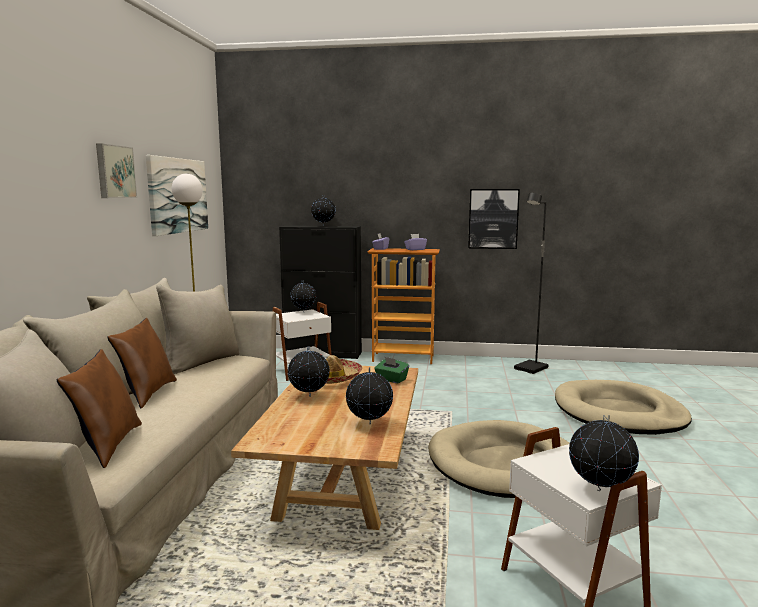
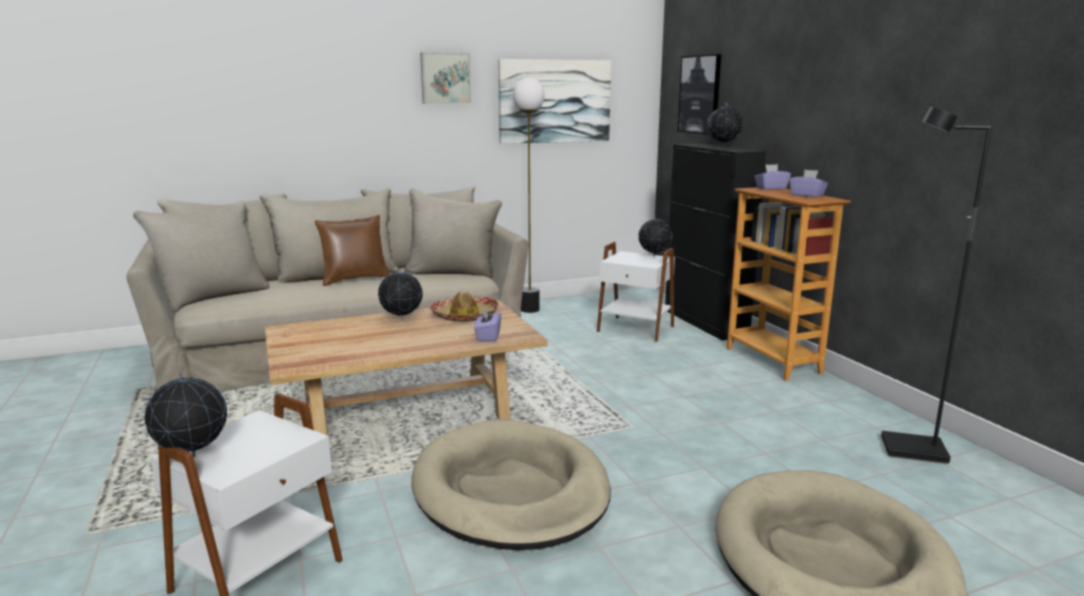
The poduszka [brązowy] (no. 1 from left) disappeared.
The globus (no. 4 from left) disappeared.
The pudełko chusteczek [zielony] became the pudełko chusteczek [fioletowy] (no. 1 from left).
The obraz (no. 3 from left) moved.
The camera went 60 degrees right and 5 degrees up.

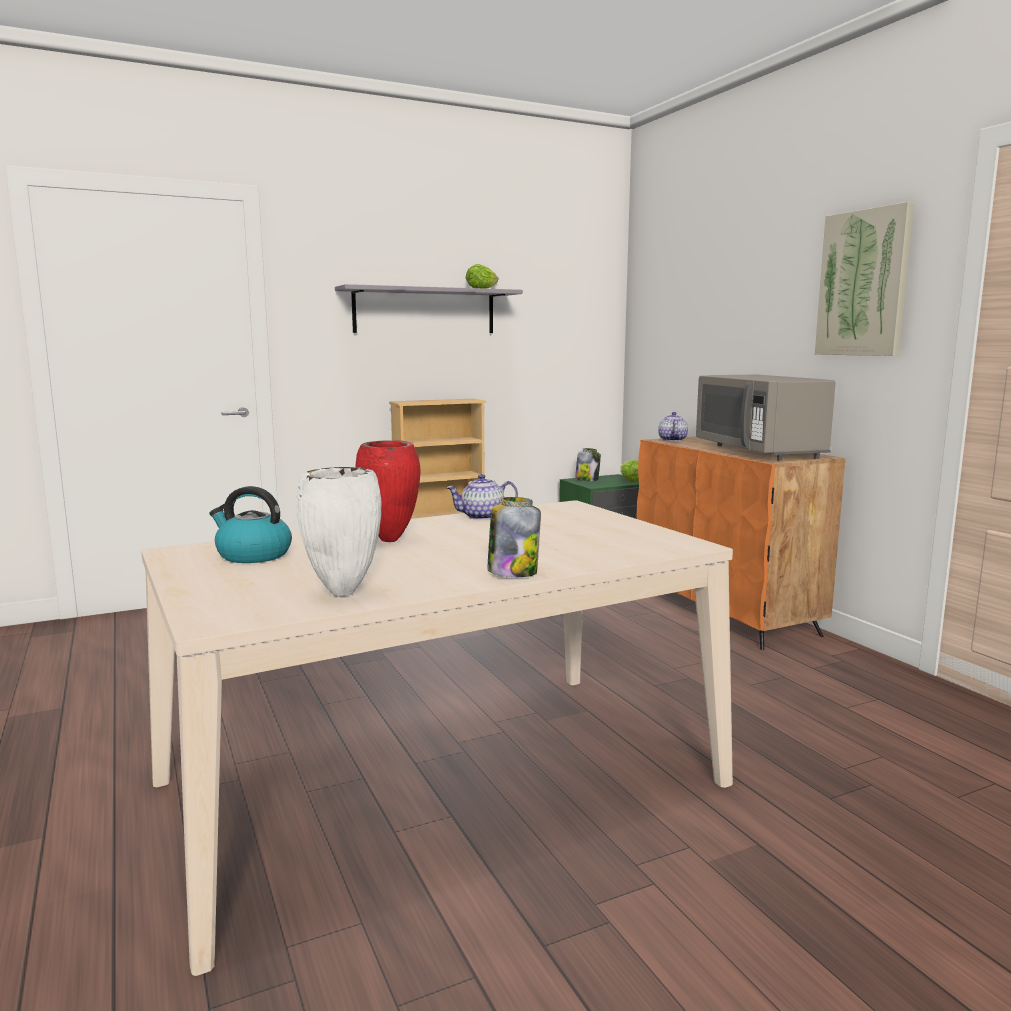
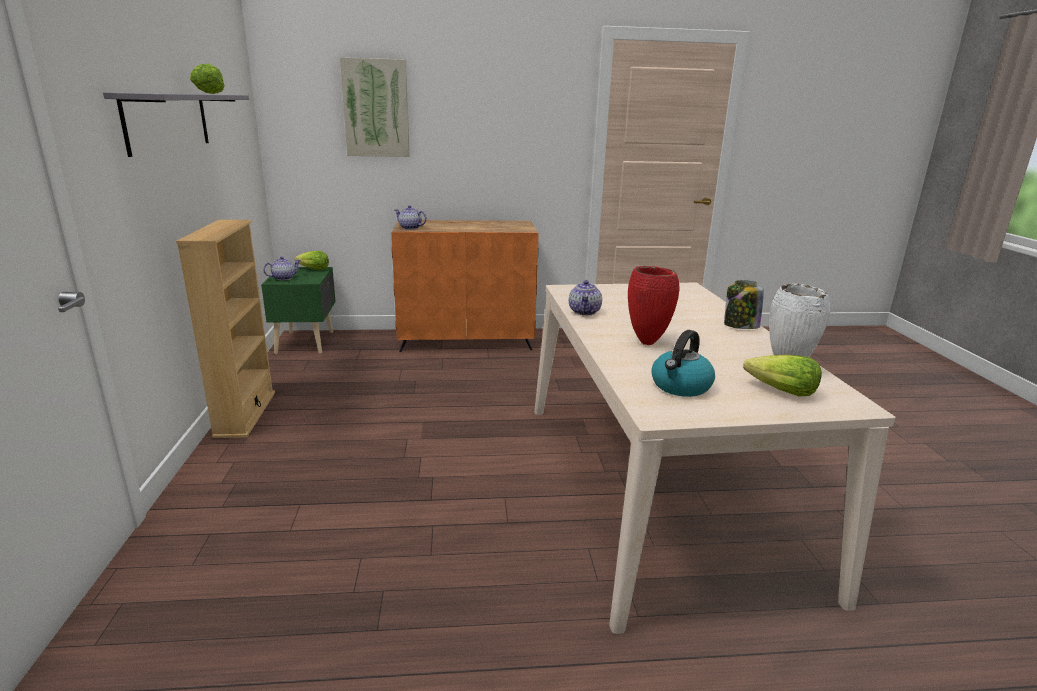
The słoik (no. 2 from left) was replaced by the imbryk (no. 1 from left).
The mikrofalówka [szary] disappeared.
The obraz moved.
The sałata (no. 3 from left) appeared.
The camera went 70 degrees left and 10 degrees up.

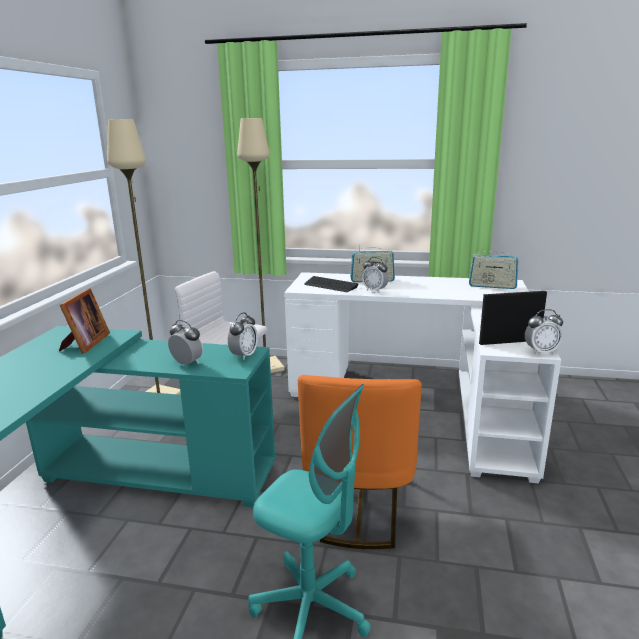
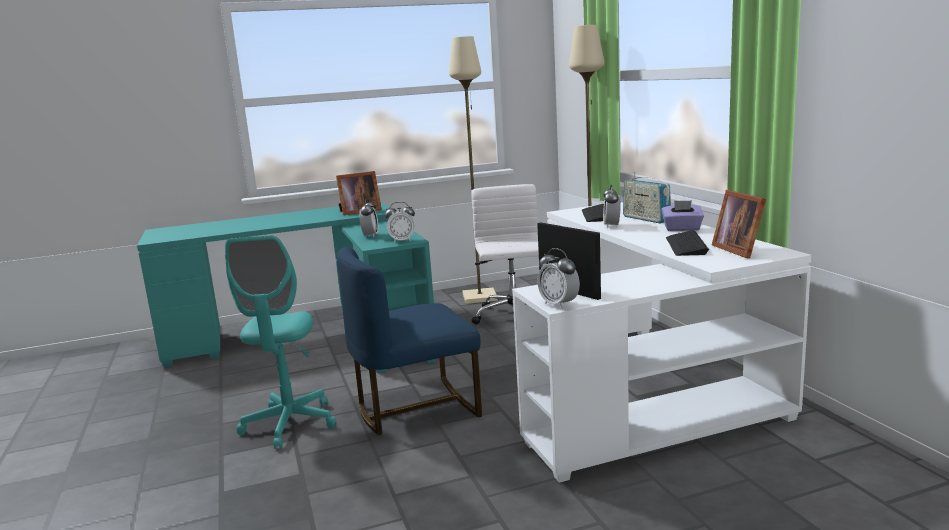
The krzesło [pomarańczowy] became the krzesło [niebieski].
The radio (no. 2 from left) was replaced by the ramka na zdjęcie (no. 3 from left).
The pudełko chusteczek [fioletowy] appeared.
The klawiatura (no. 2 from left) appeared.
The camera went 60 degrees right and 5 degrees down.

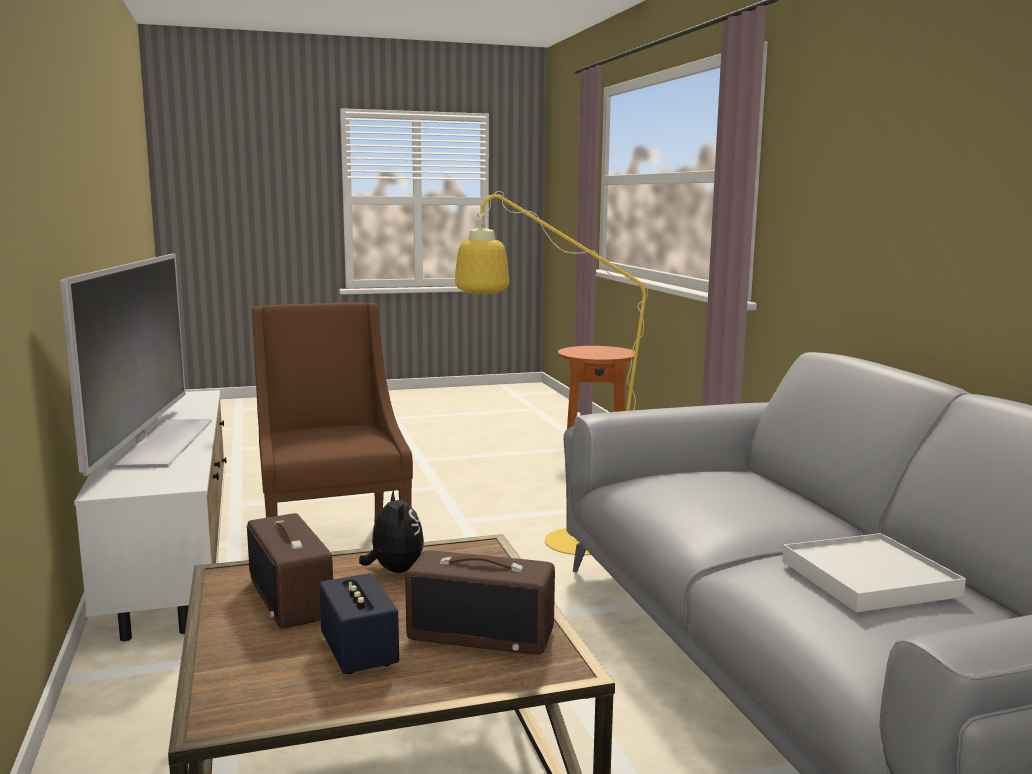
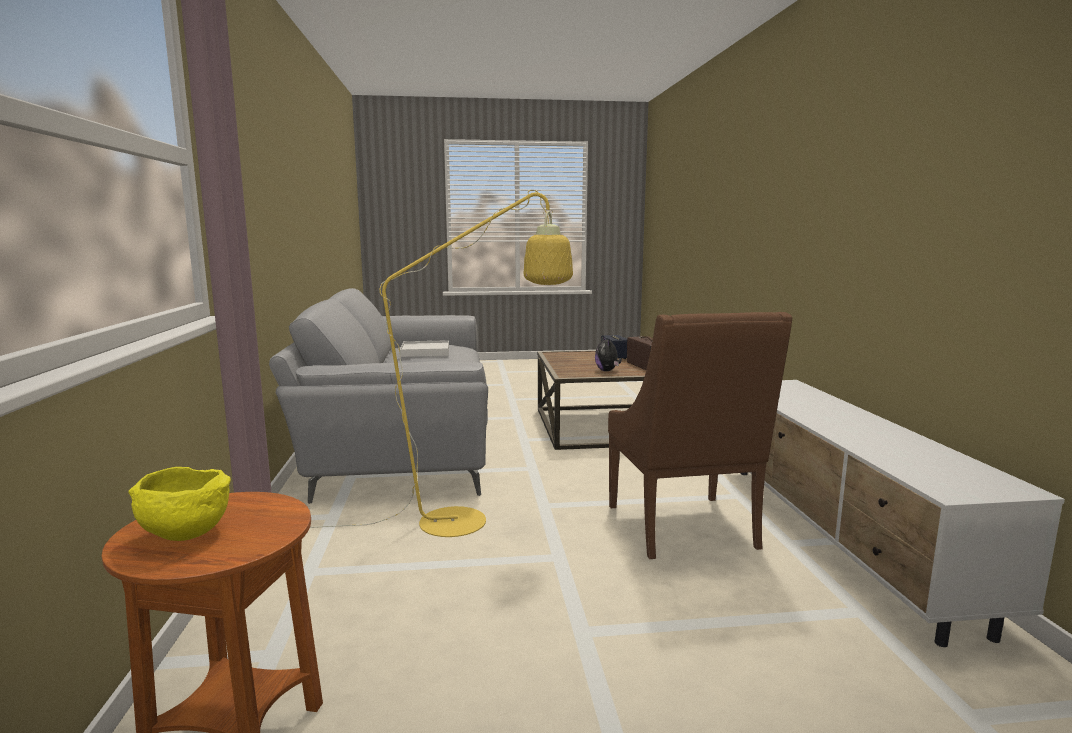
The telewizor disappeared.
The radio (no. 2 from left) disappeared.
The miska [żółty] appeared.
The camera went 170 degrees left and 0 degrees up.

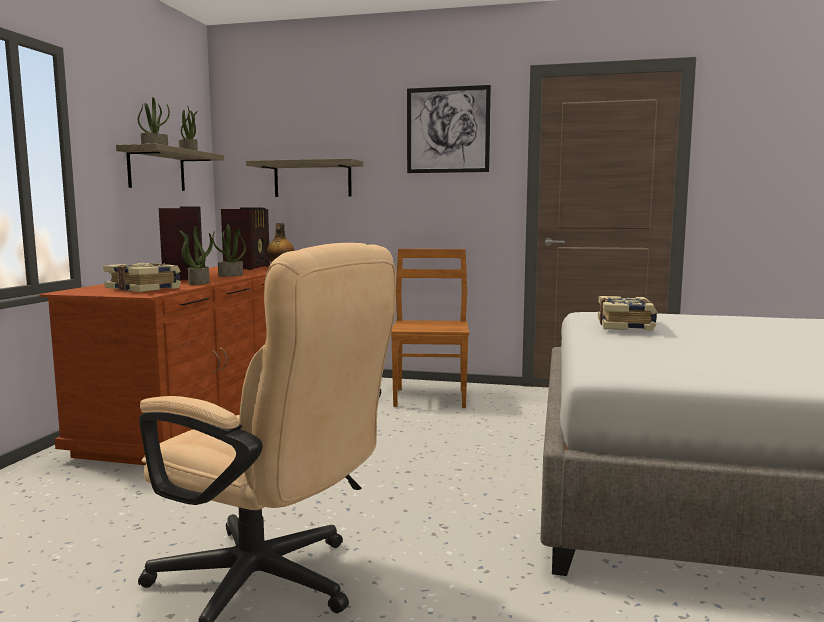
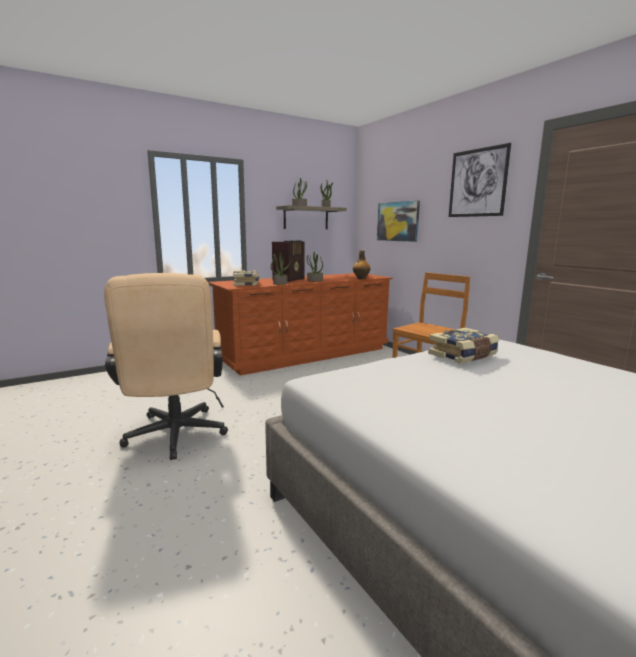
The radio (no. 2 from left) disappeared.
The półka (no. 2 from left) was replaced by the obraz (no. 1 from left).
The camera went 45 degrees right and 5 degrees up.

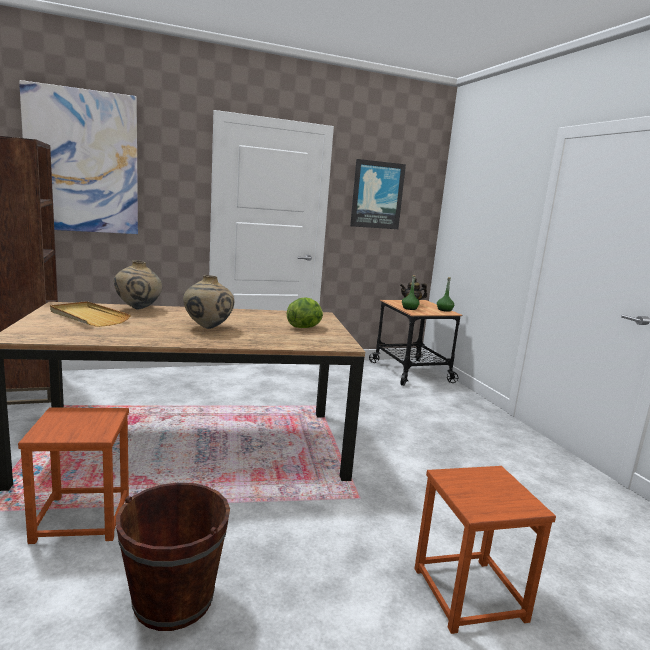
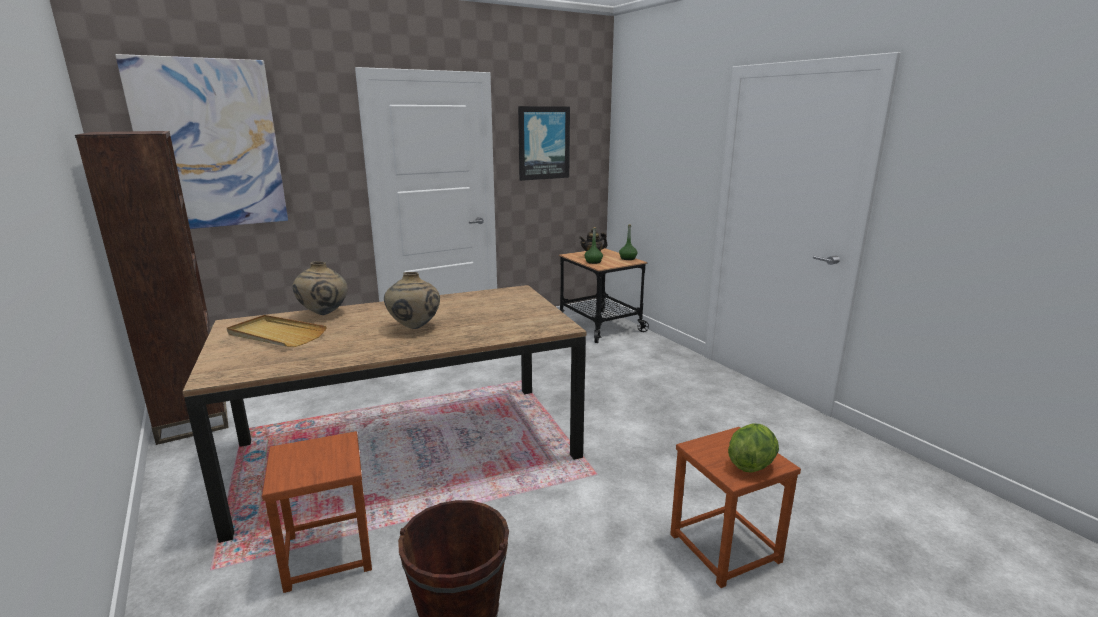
The sałata moved.
The camera went 10 degrees left and 5 degrees up.

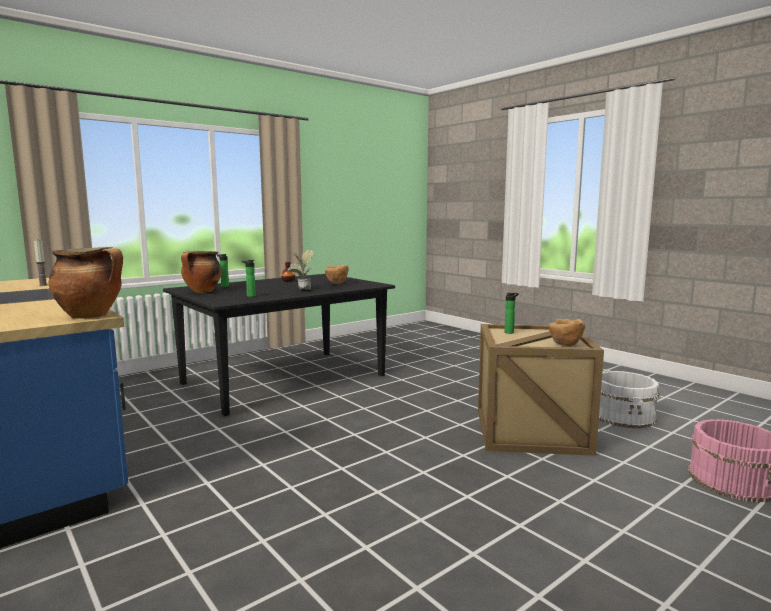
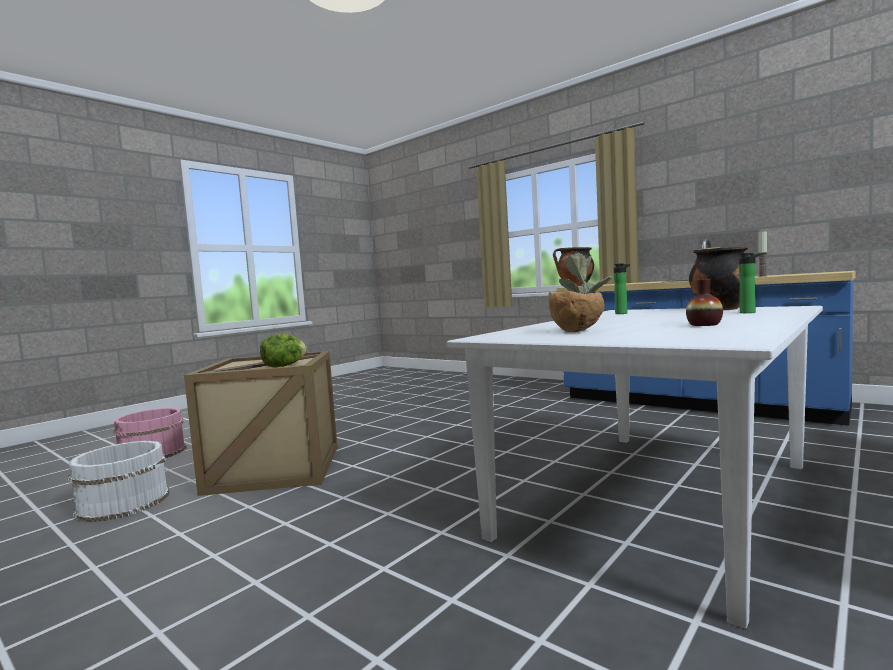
The stół jadalny [czarny] became the stół jadalny [biały].
The butelka (no. 3 from left) was replaced by the sałata.
The miska [brązowy] (no. 2 from left) disappeared.
The camera went 170 degrees right and 5 degrees down.

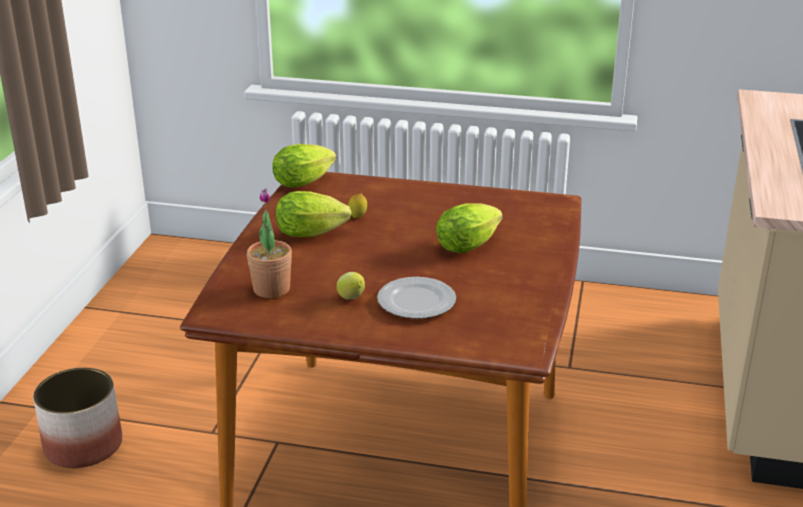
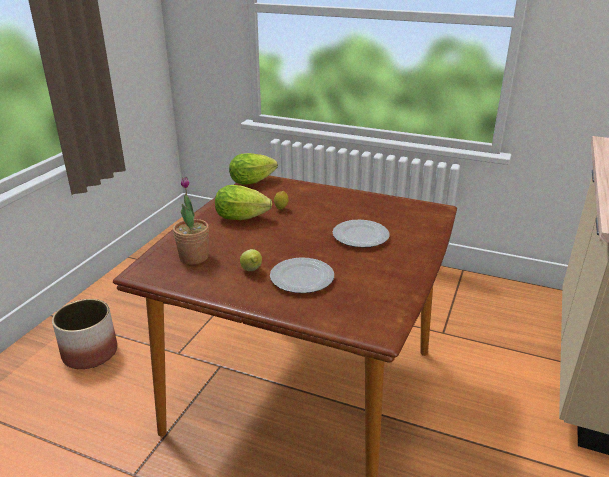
The sałata (no. 3 from left) was replaced by the talerz (no. 2 from left).
The camera went 10 degrees right and 0 degrees up.

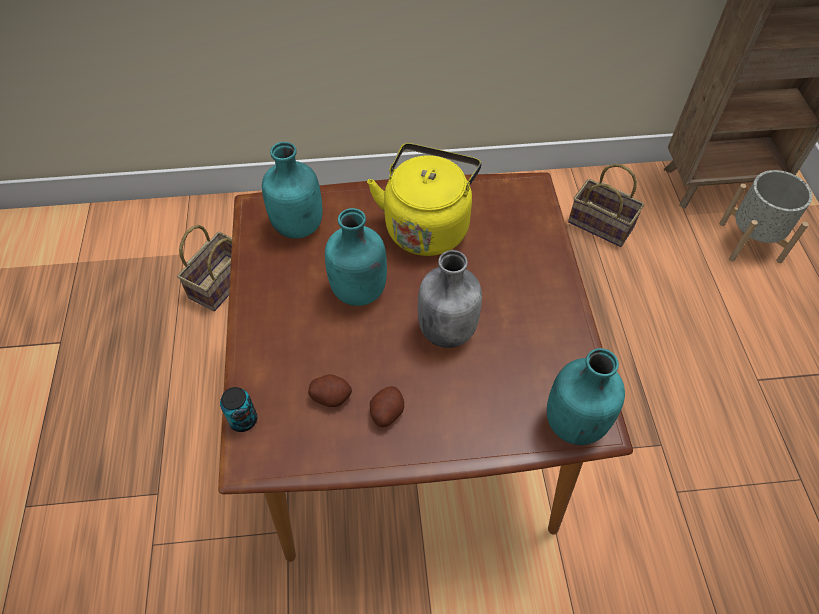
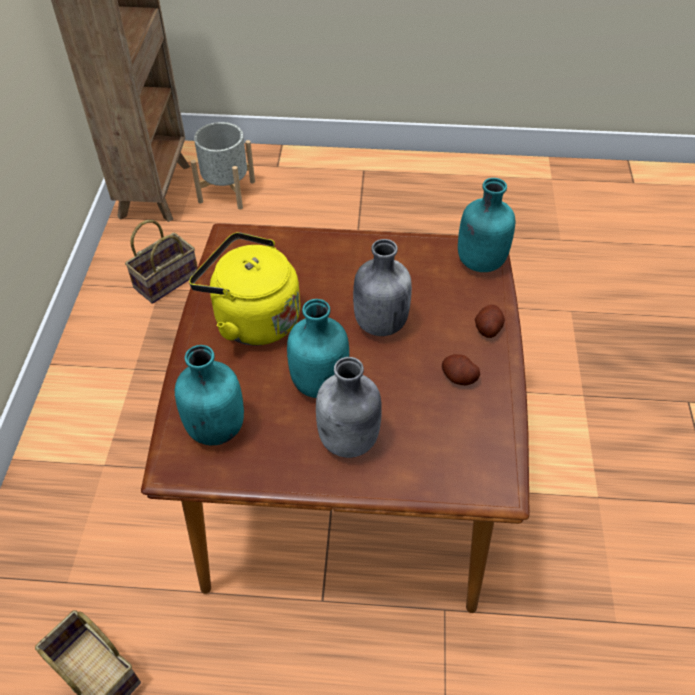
The puszka disappeared.
The ziemniak (no. 1 from left in the first image) moved.
The butelka [szary] (no. 1 from left) appeared.
The camera went 80 degrees left and 5 degrees down.

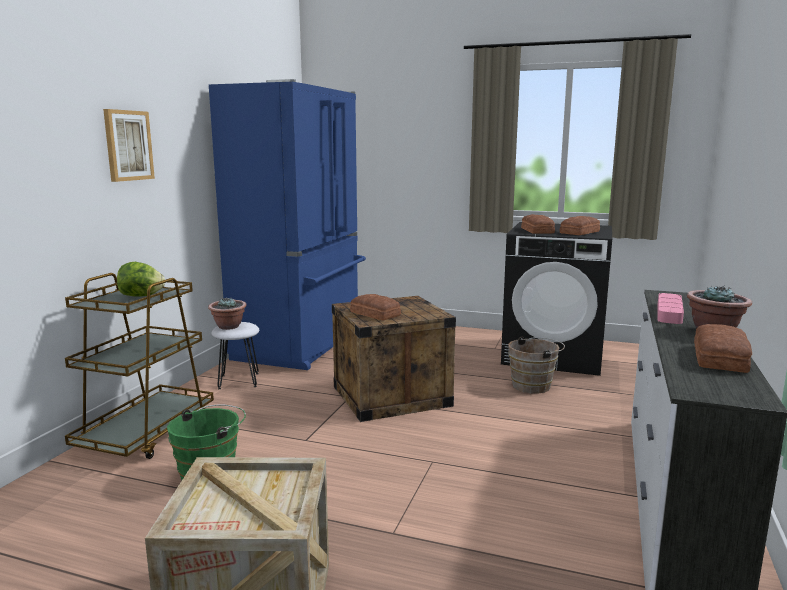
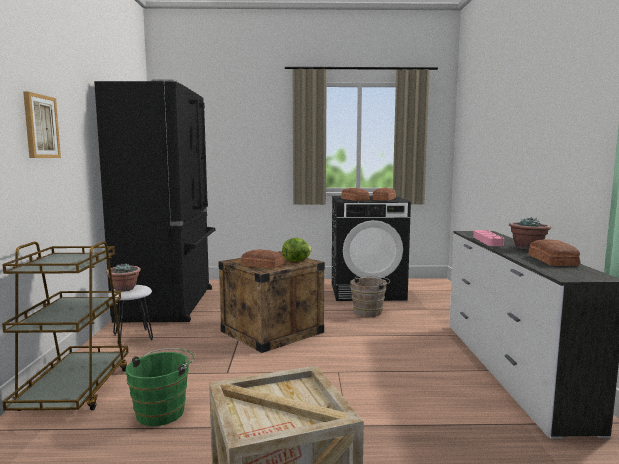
The sałata moved.
The lodówka [niebieski] became the lodówka [czarny].
The camera went 20 degrees left and 5 degrees down.

